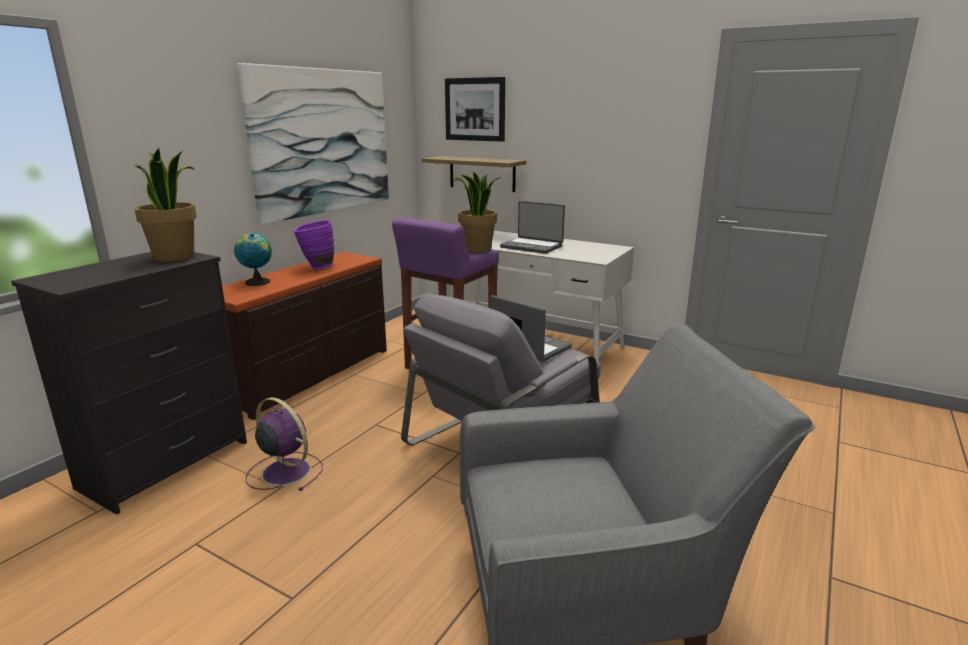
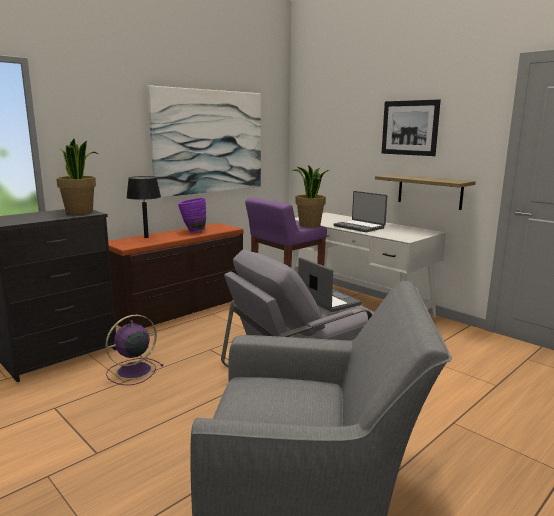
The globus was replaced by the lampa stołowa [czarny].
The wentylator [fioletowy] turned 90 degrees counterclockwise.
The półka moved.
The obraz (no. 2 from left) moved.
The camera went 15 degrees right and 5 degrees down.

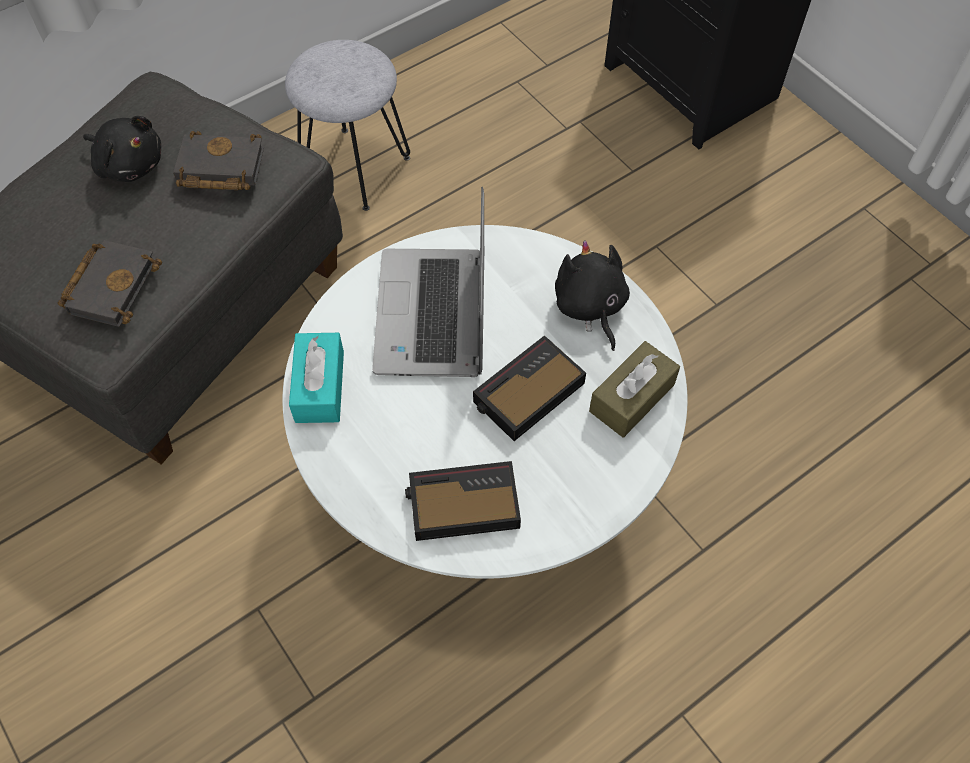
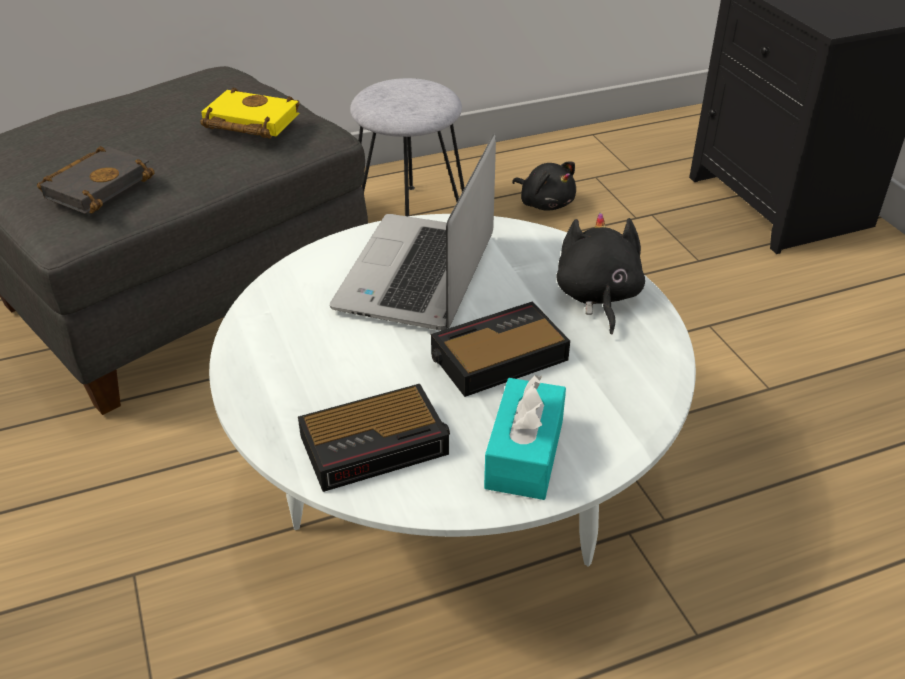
The pluszak [czarny] (no. 1 from left) moved.
The książka [czarny] (no. 2 from left) became the książka [żółty].
The pudełko chusteczek [turkusowy] moved.
The budzik (no. 1 from left) turned 150 degrees clockwise.
The pudełko chusteczek [brązowy] disappeared.
The camera went 15 degrees right and 20 degrees down.

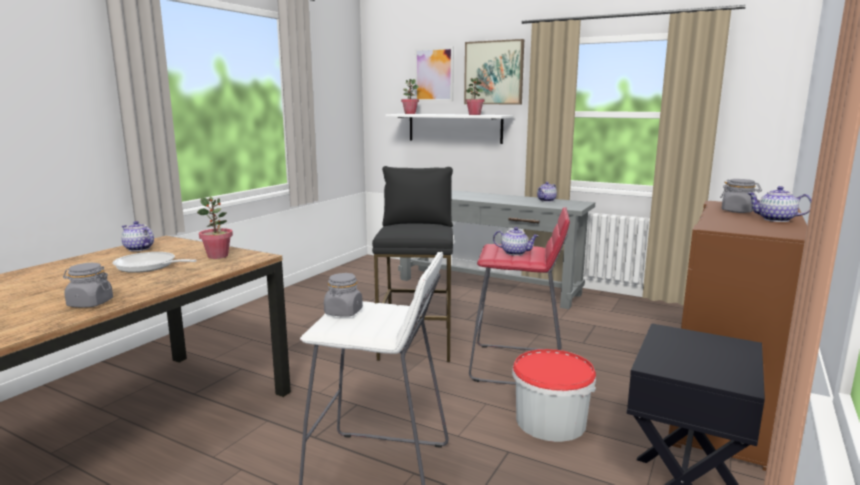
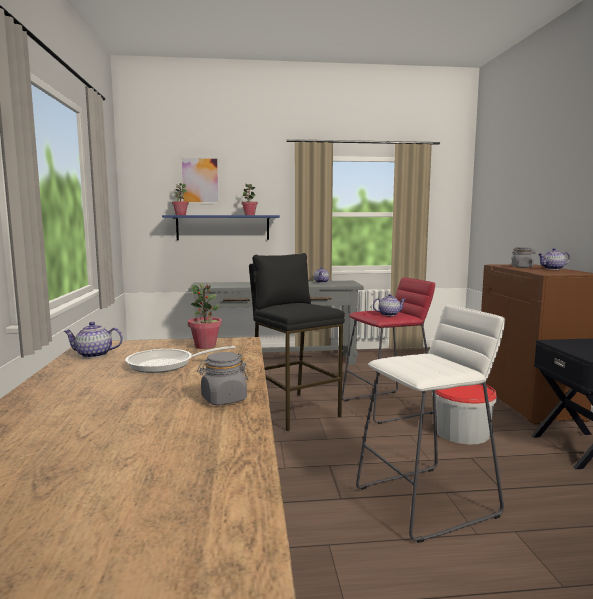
The słoik [szary] (no. 2 from left) disappeared.
The półka [biały] became the półka [niebieski].
The obraz (no. 2 from left) disappeared.
The camera went 35 degrees left and 5 degrees down.

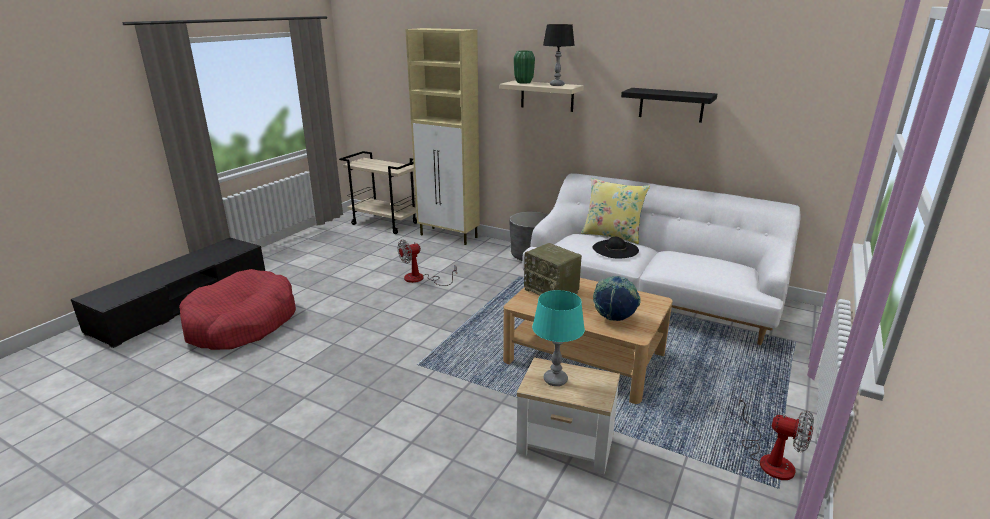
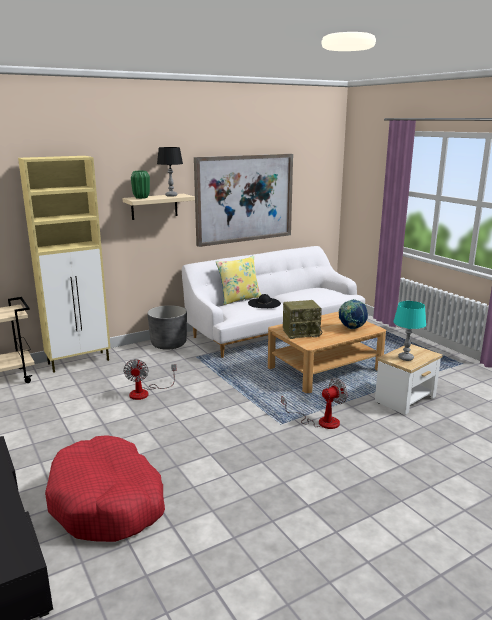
The półka [czarny] was replaced by the obraz.
The wentylator (no. 2 from left) moved.
The camera went 60 degrees left and 5 degrees down.

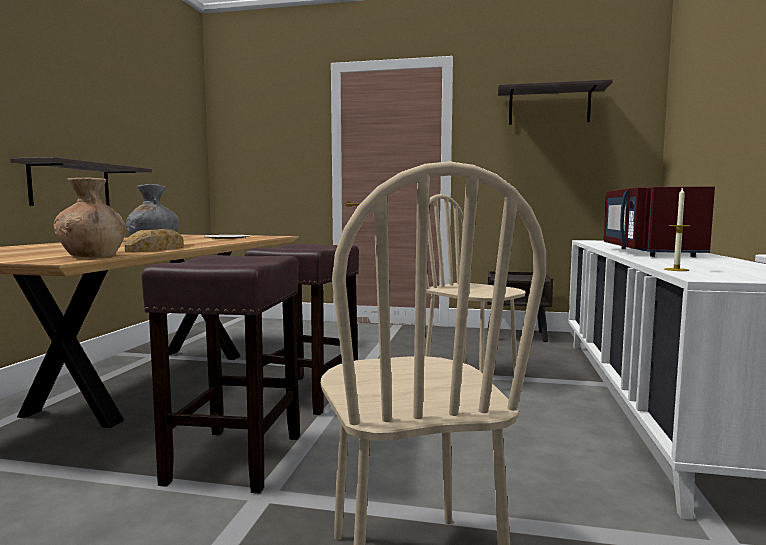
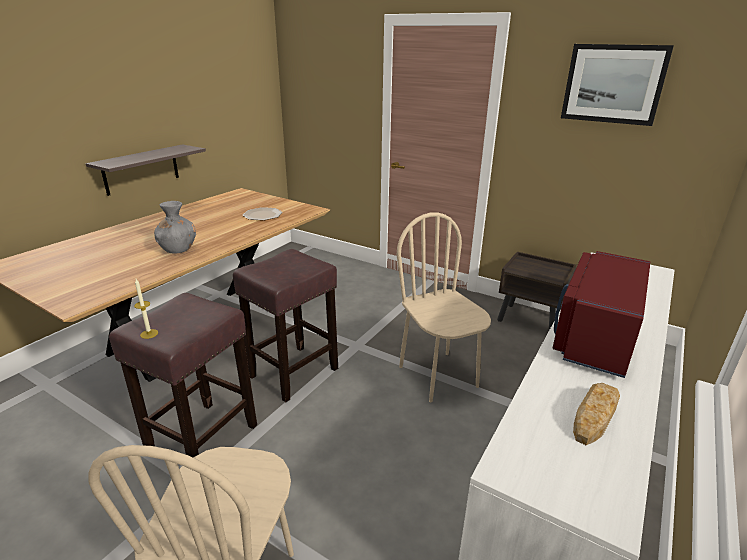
The wazon [brązowy] disappeared.
The chleb moved.
The półka (no. 2 from left) was replaced by the obraz.
The świeca moved.
The camera went 20 degrees right and 20 degrees up.

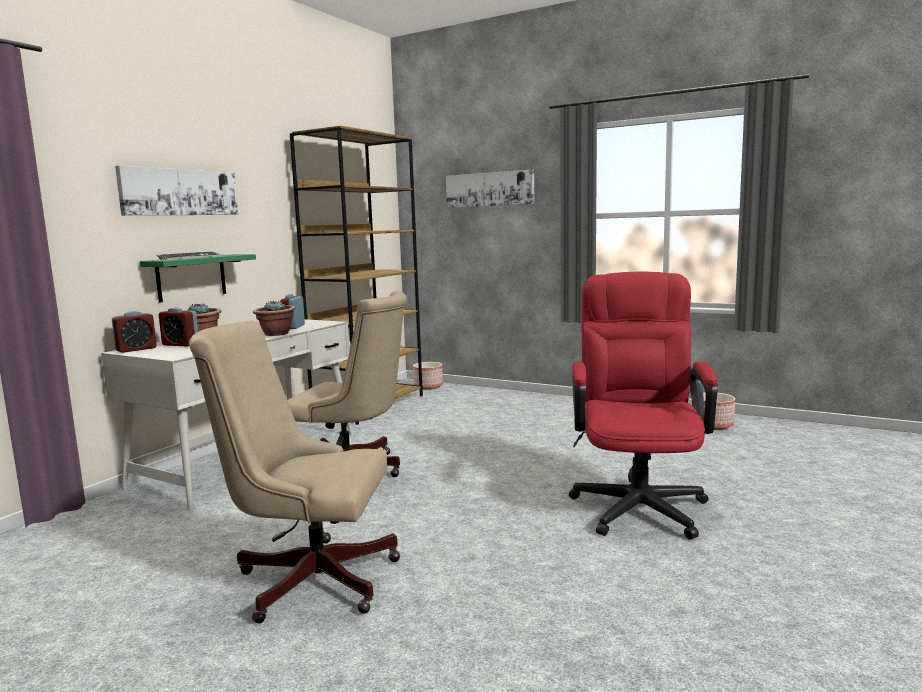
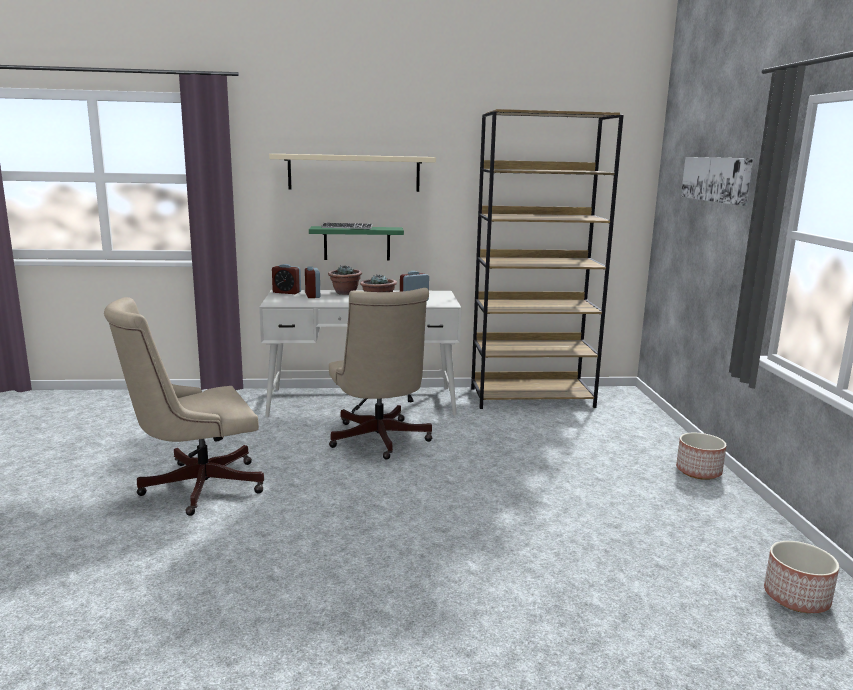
The obraz (no. 1 from left) was replaced by the półka [beżowy].
The krzesło biurowe [beżowy] (no. 1 from left) turned 90 degrees counterclockwise.
The donica (no. 1 from left) moved.
The krzesło biurowe [czerwony] disappeared.
The camera went 55 degrees right and 5 degrees up.

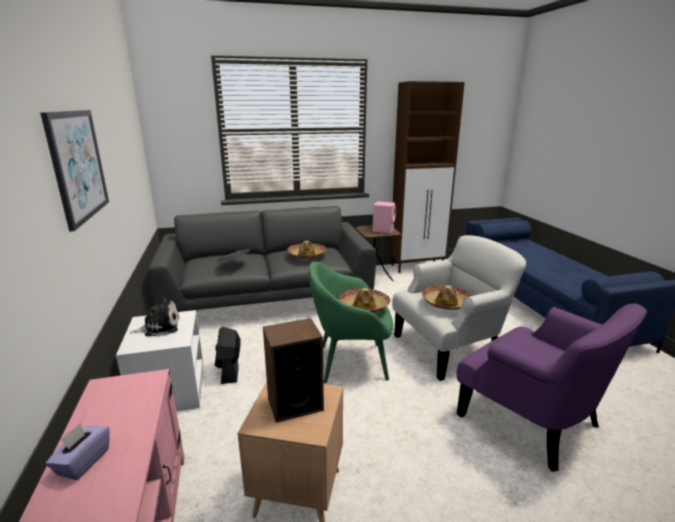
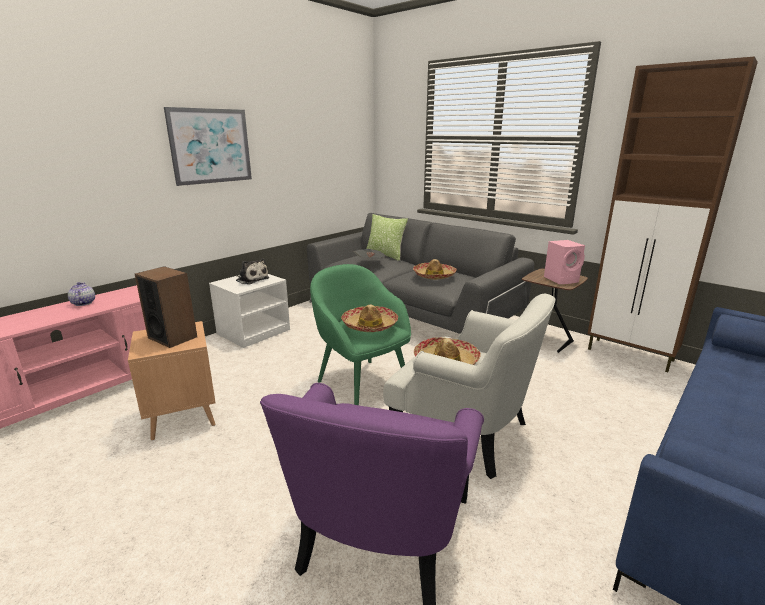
The pudełko chusteczek [fioletowy] was replaced by the imbryk.
The wentylator [czarny] disappeared.
The poduszka appeared.
The camera went 55 degrees right and 0 degrees up.

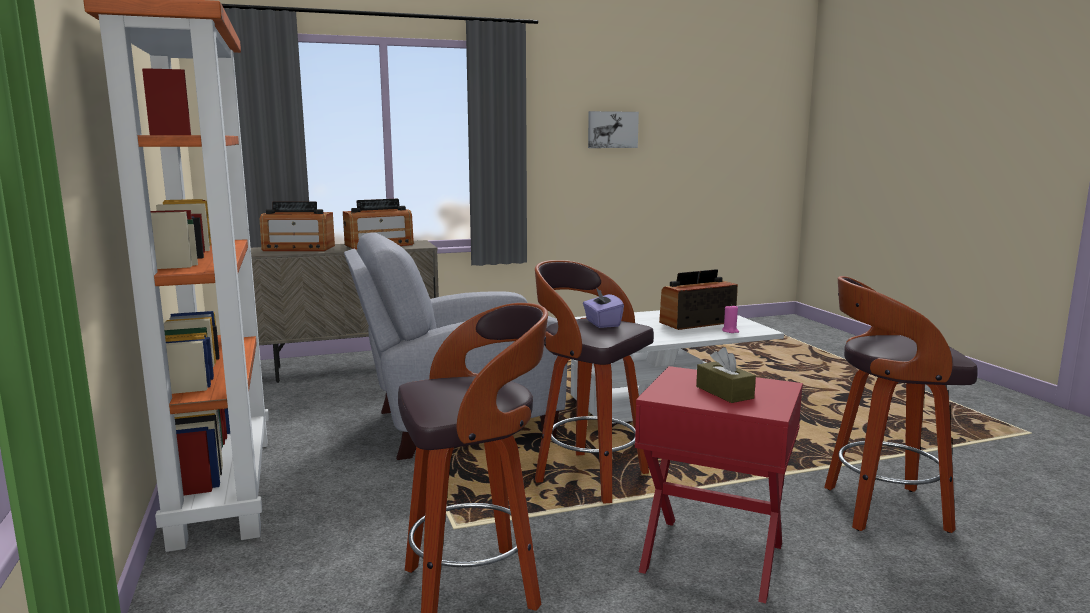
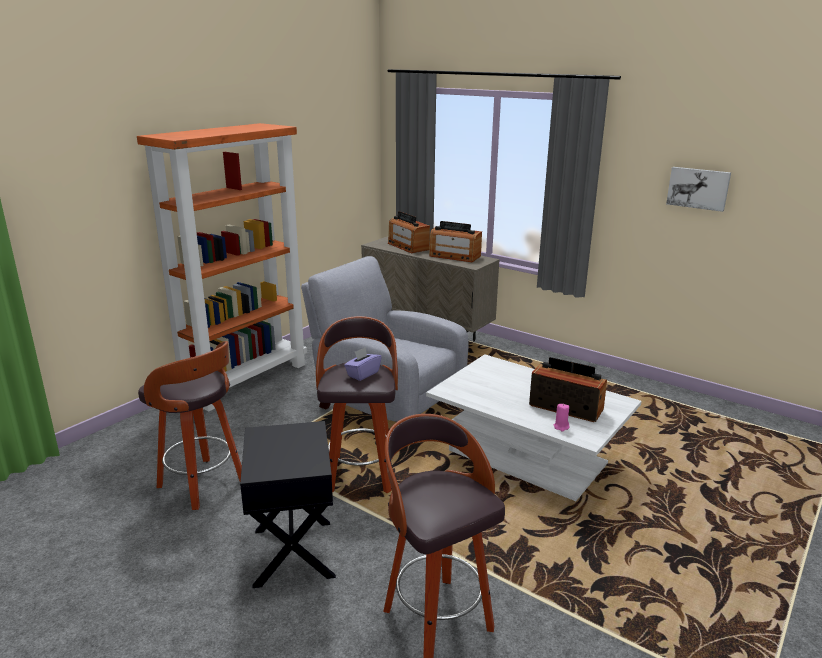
The stolik [czerwony] became the stolik [czarny].
The pudełko chusteczek [brązowy] disappeared.
The camera went 55 degrees right and 10 degrees up.

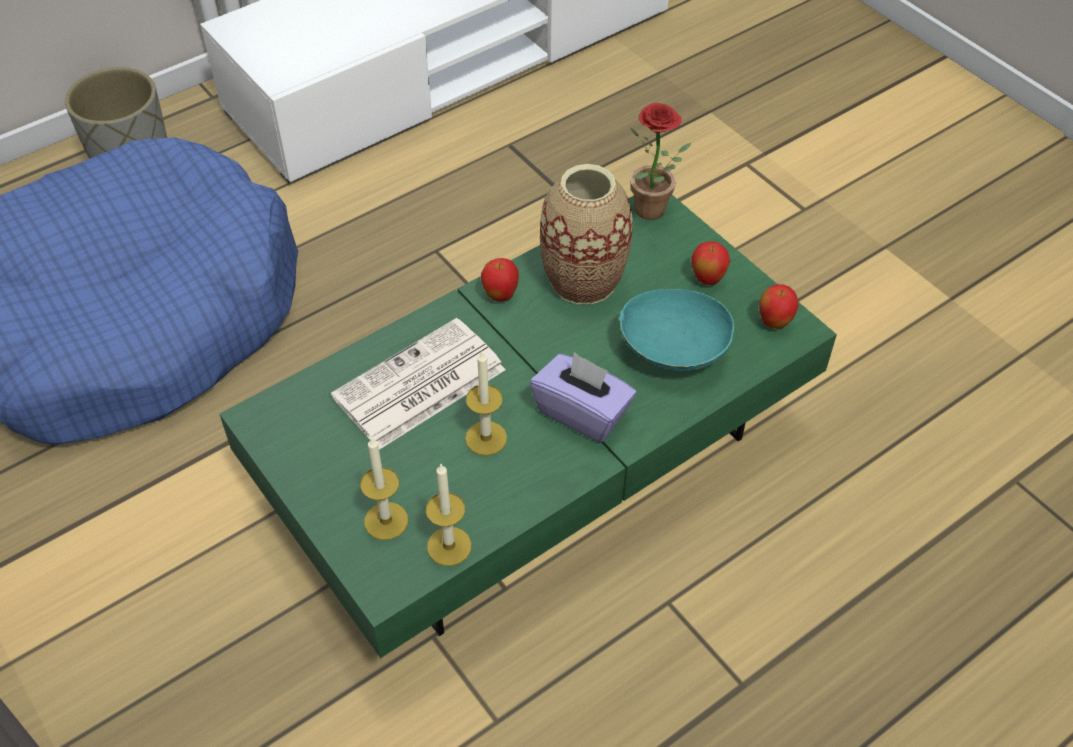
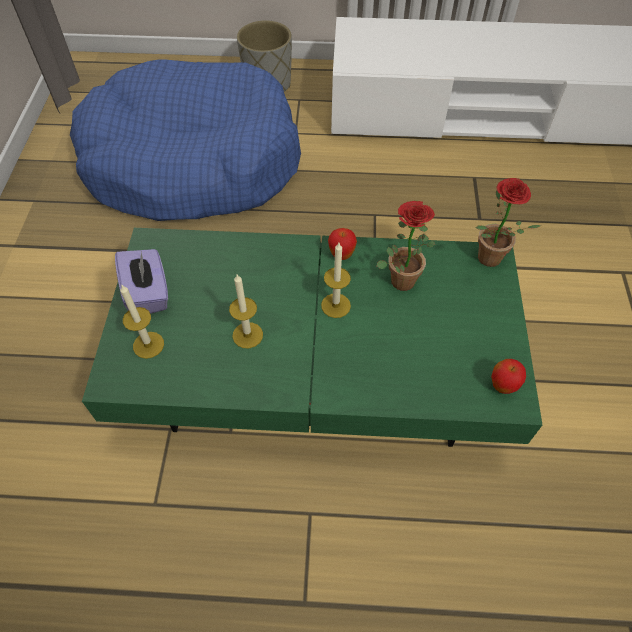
The gazeta disappeared.
The świeca (no. 2 from left in the first image) moved.
The pudełko chusteczek [fioletowy] moved.
The wazon was replaced by the roślina doniczkowa (no. 1 from left).
The miska [turkusowy] disappeared.
The jabłko (no. 2 from left) disappeared.
The camera went 40 degrees right and 5 degrees up.

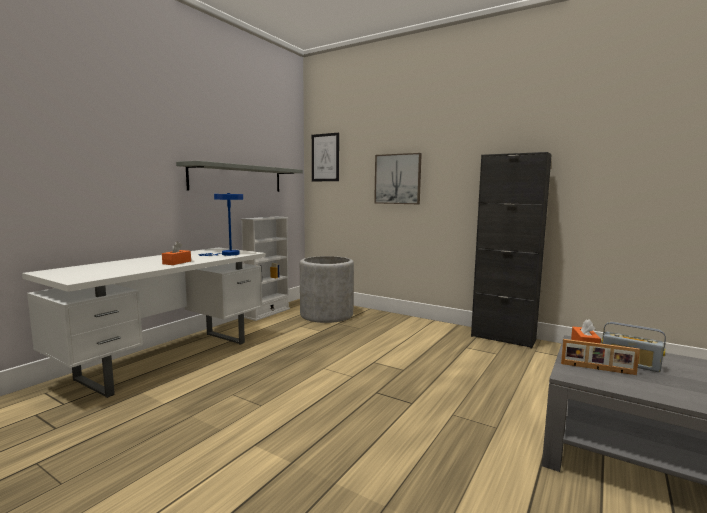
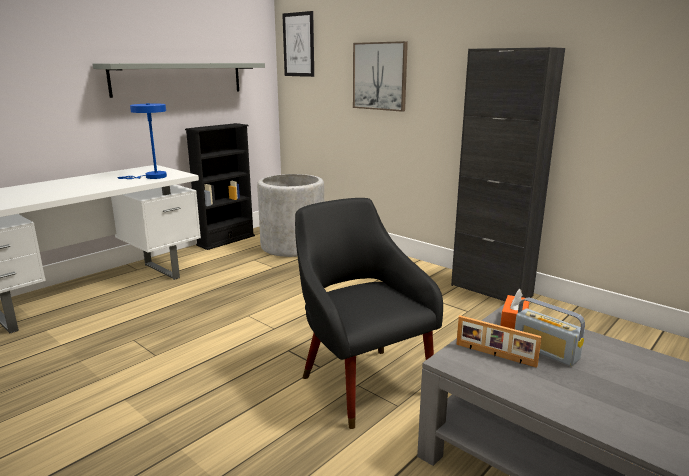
The pudełko chusteczek [pomarańczowy] (no. 1 from left) disappeared.
The regał [biały] became the regał [czarny].
The fotel [czarny] appeared.
The camera went 10 degrees right and 10 degrees up.

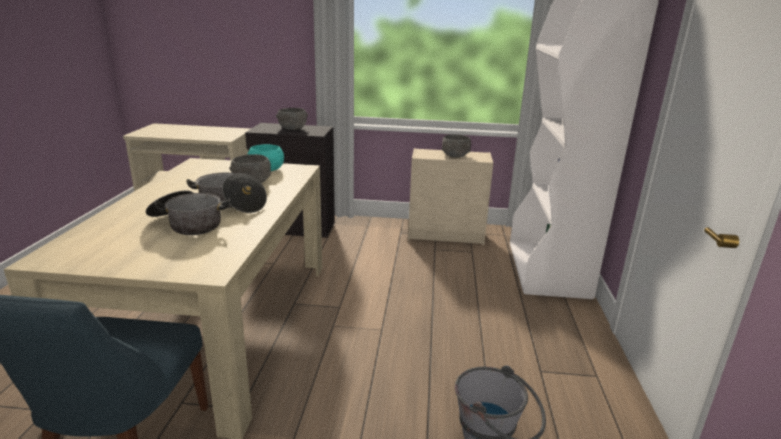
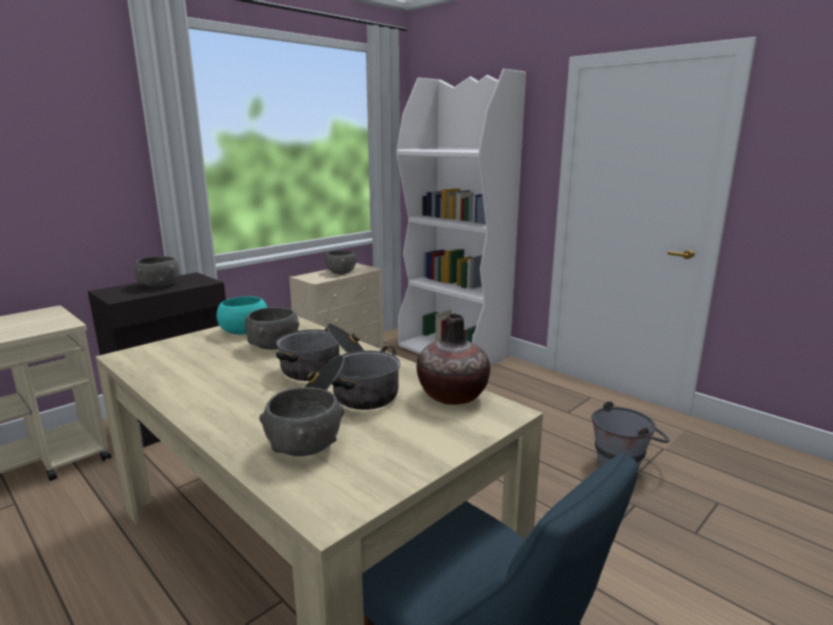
The miska [szary] (no. 3 from left) appeared.
The wazon appeared.
The camera went 50 degrees left and 5 degrees down.

